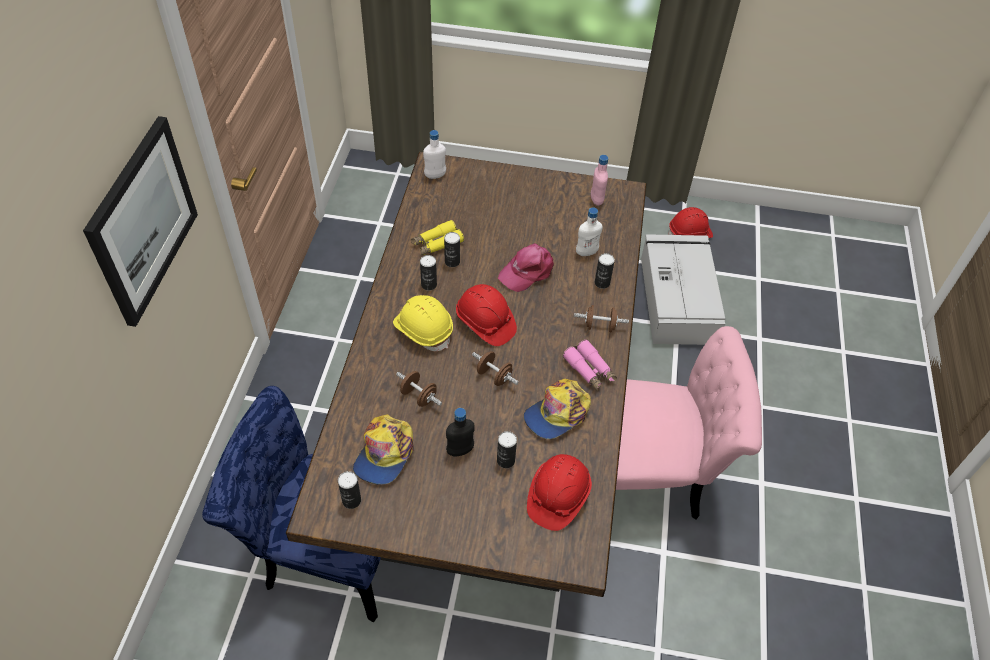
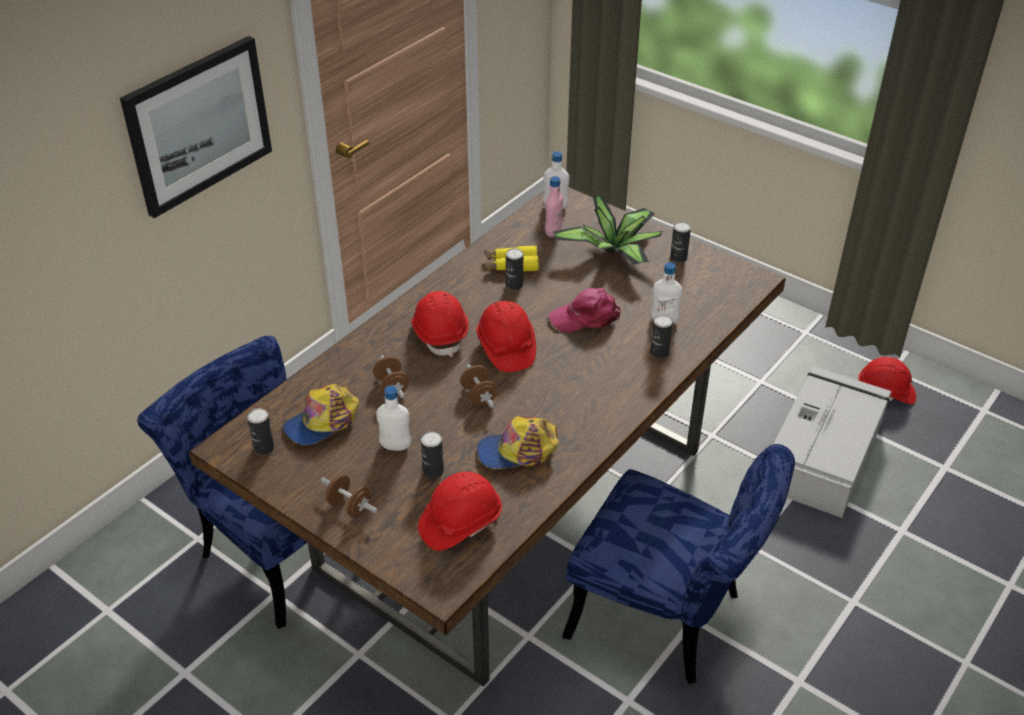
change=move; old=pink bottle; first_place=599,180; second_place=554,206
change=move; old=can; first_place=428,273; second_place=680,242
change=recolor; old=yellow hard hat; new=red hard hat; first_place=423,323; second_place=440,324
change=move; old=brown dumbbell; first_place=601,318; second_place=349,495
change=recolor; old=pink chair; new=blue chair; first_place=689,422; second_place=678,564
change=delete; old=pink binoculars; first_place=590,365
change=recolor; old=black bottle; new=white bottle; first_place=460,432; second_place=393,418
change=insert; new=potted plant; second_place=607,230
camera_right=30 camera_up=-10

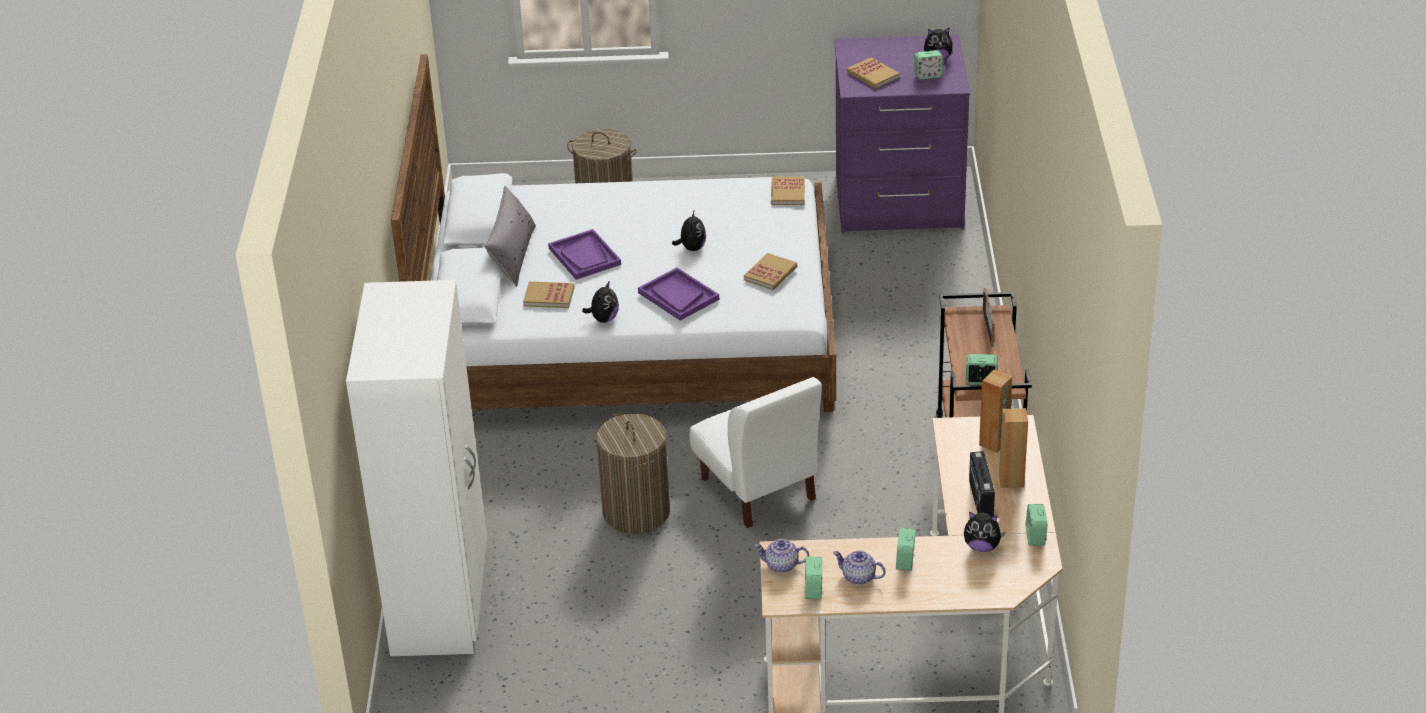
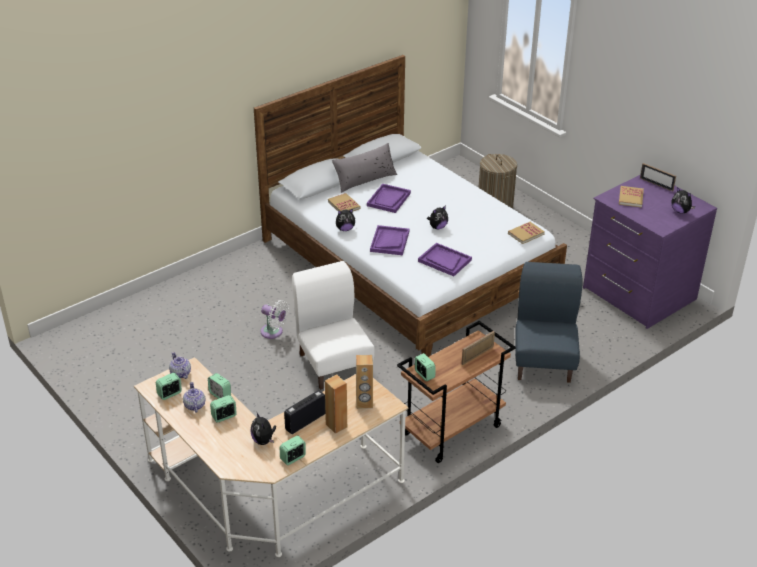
change=move; old=alarm clock; first_place=928,65; second_place=219,386
change=replace; old=book; new=purple tray; first_place=770,271; second_place=445,259
change=delete; old=white wardrobe; first_place=416,468
change=rotate; old=white chair; first_place=755,452; second_place=333,325; degrees=135
change=replace; old=laundry basket; new=white fan; first_place=633,473; second_place=274,319
change=insert; new=picture frame; second_place=658,177
change=insert; new=blue chair; second_place=548,322
camera_right=50 camera_up=0

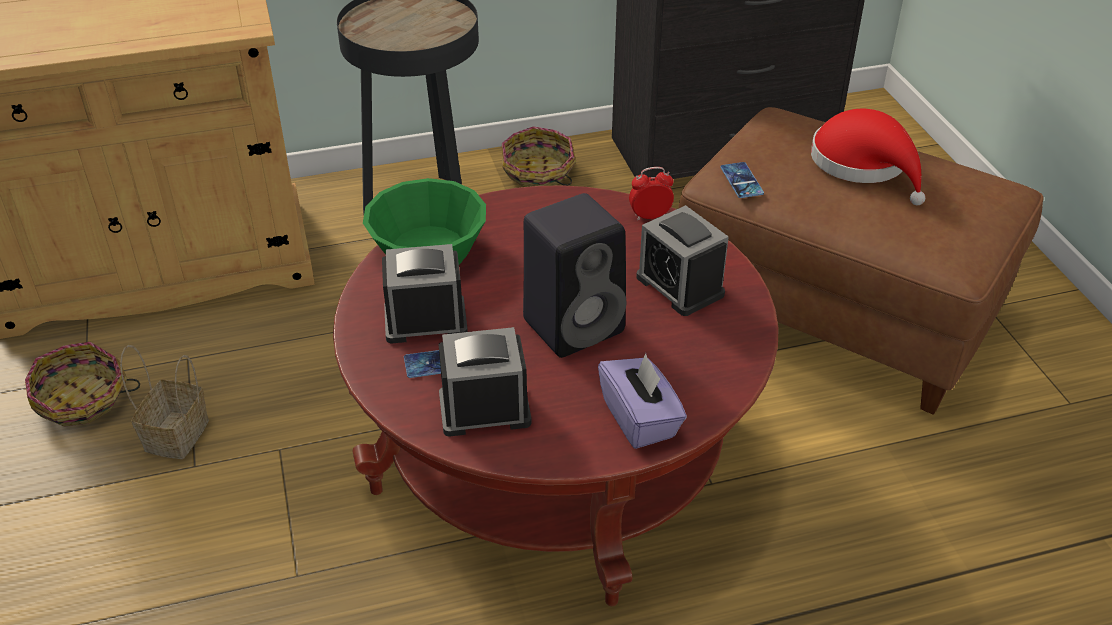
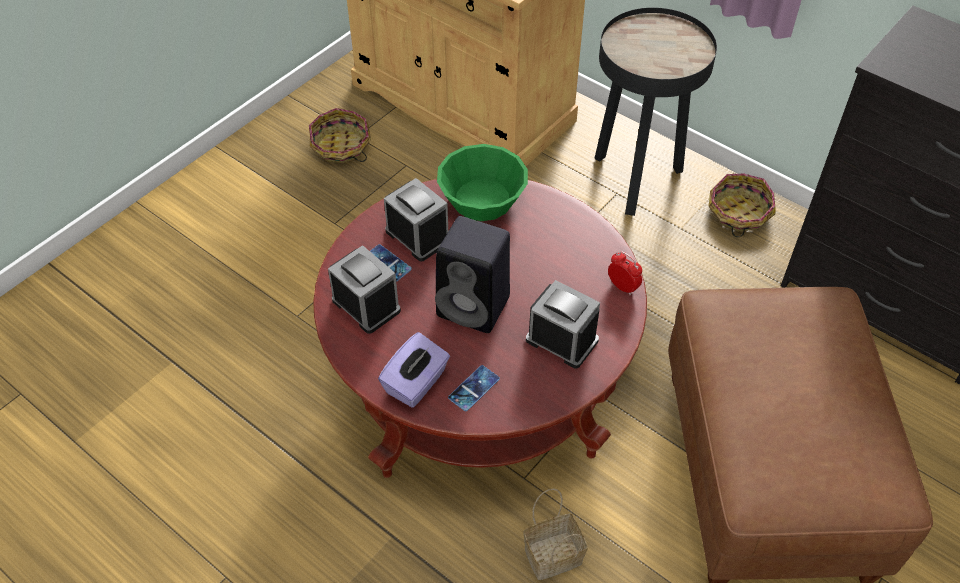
change=delete; old=red hat; first_place=868,157
change=move; old=phone; first_place=742,180; second_place=474,388
change=rotate; old=alarm clock; first_place=682,260; second_place=563,324; degrees=105
change=move; old=basket; first_place=164,402; second_place=555,534
camera_right=55 camera_up=10

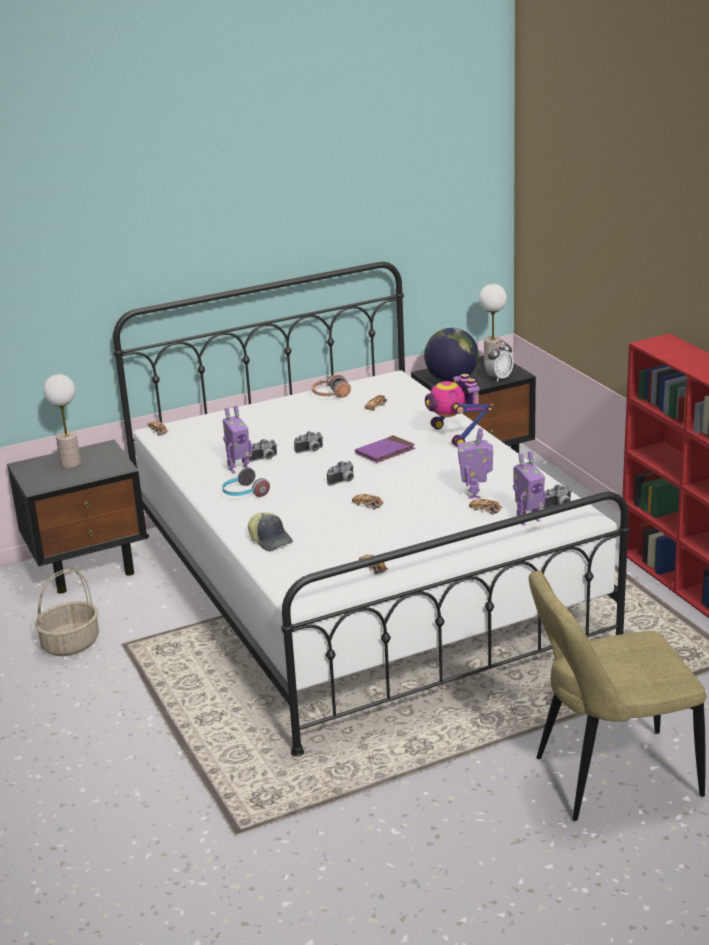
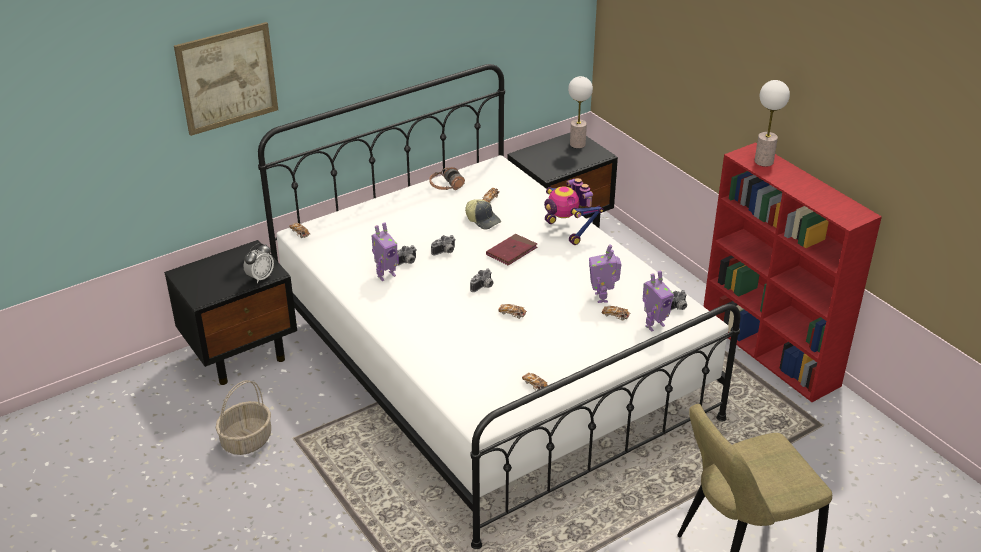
change=delete; old=globe; first_place=451,355
change=move; old=alarm clock; first_place=499,361; second_place=259,263
change=move; old=table lamp; first_place=62,421; second_place=772,123
change=recolor; old=purple book; new=red book; first_place=385,449; second_place=511,249
change=delete; old=headphones; first_place=246,482
change=move; old=cap; first_place=270,531; second_place=483,214
change=insert; new=picture; second_place=226,79
camera_right=-10 camera_up=10

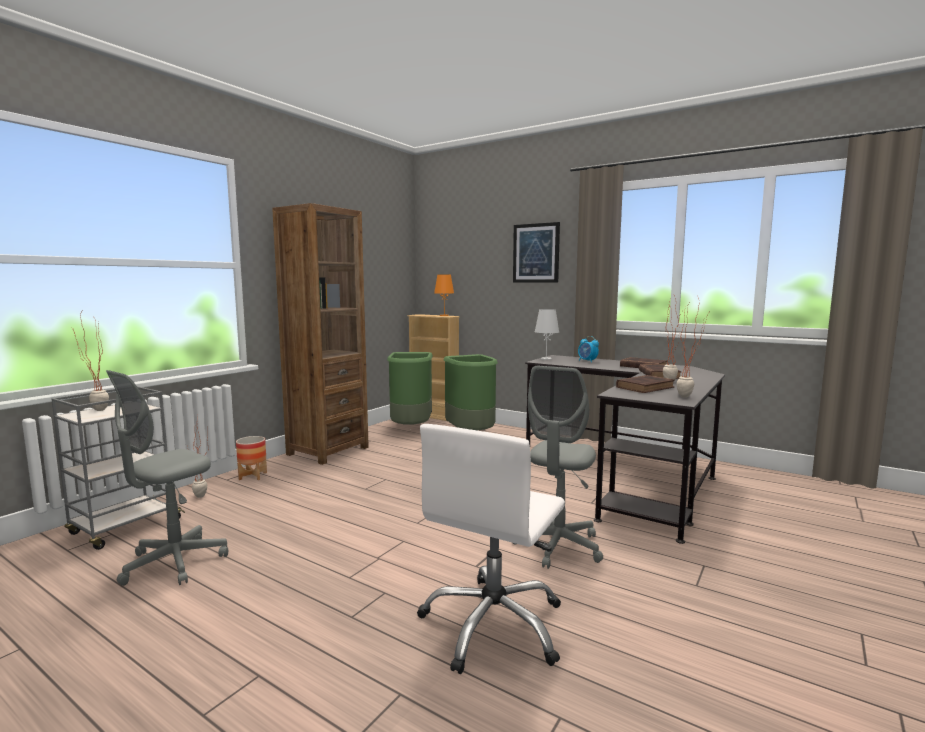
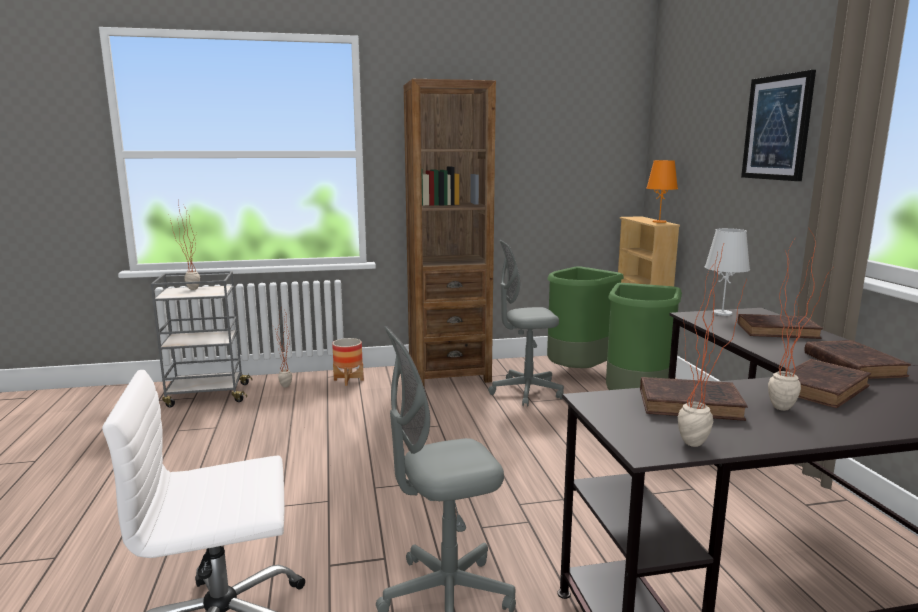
change=replace; old=alarm clock; new=brown book; first_place=588,349; second_place=780,326
change=move; old=grey office chair; first_place=167,478; second_place=526,323
camera_right=45 camera_up=5

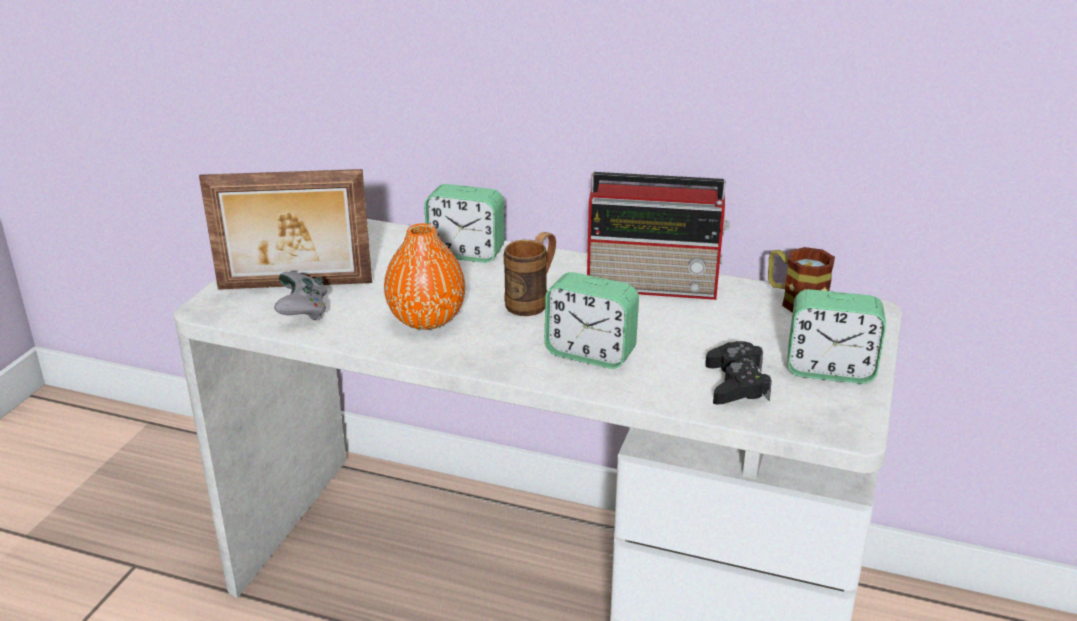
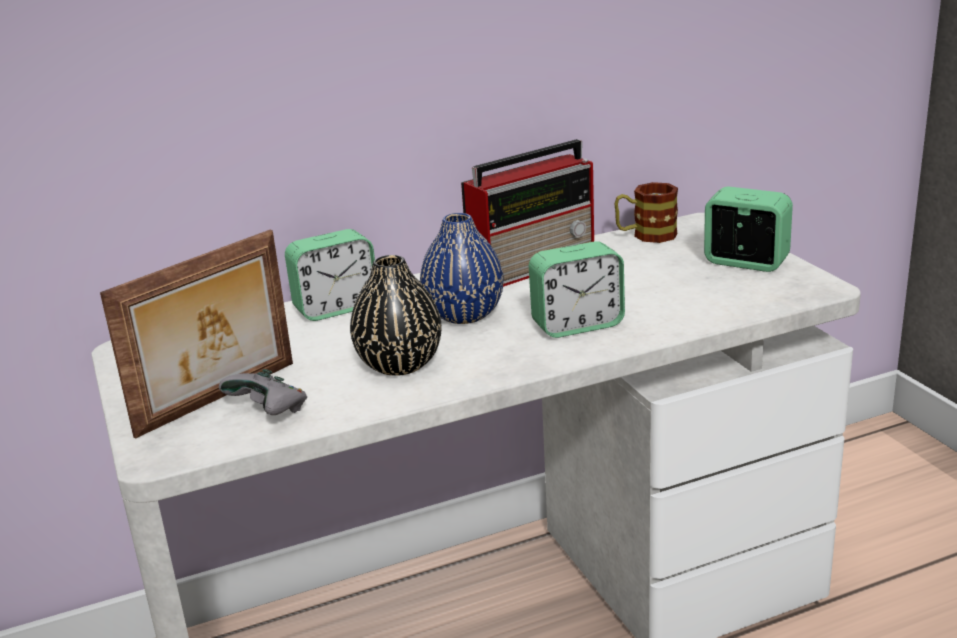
change=recolor; old=orange vase; new=black vase; first_place=424,276; second_place=395,315
change=replace; old=brown mug; new=blue vase; first_place=530,274; second_place=462,268
change=rotate; old=alarm clock; first_place=837,336; second_place=748,229; degrees=-120
change=delete; old=black game controller; first_place=738,372
camera_right=-40 camera_up=-5

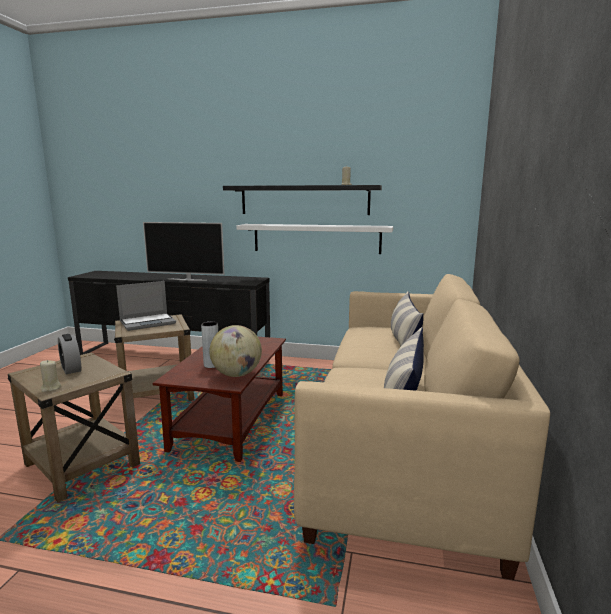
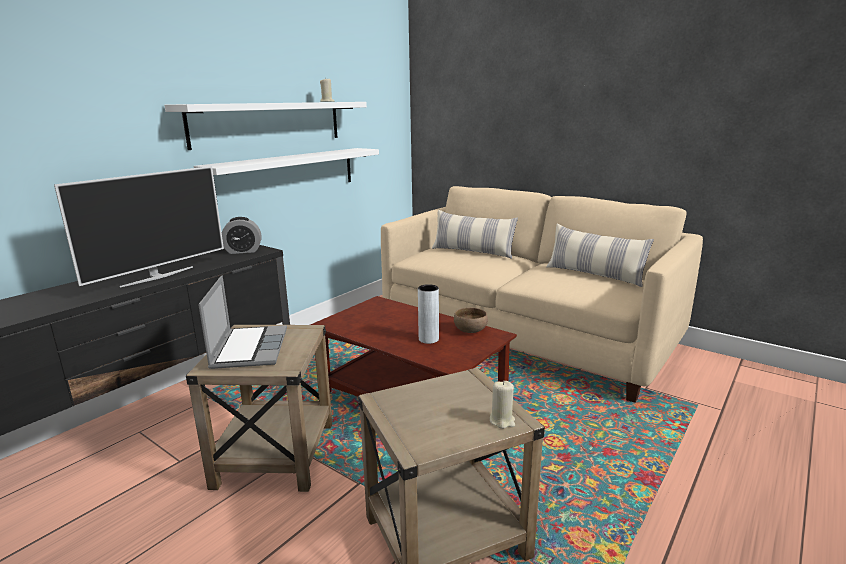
change=recolor; old=black shelf; new=white shelf; first_place=302,200; second_place=265,126
change=replace; old=globe; new=brown bowl; first_place=235,351; second_place=471,320
change=move; old=alarm clock; first_place=69,354; second_place=241,235
camera_right=-65 camera_up=5

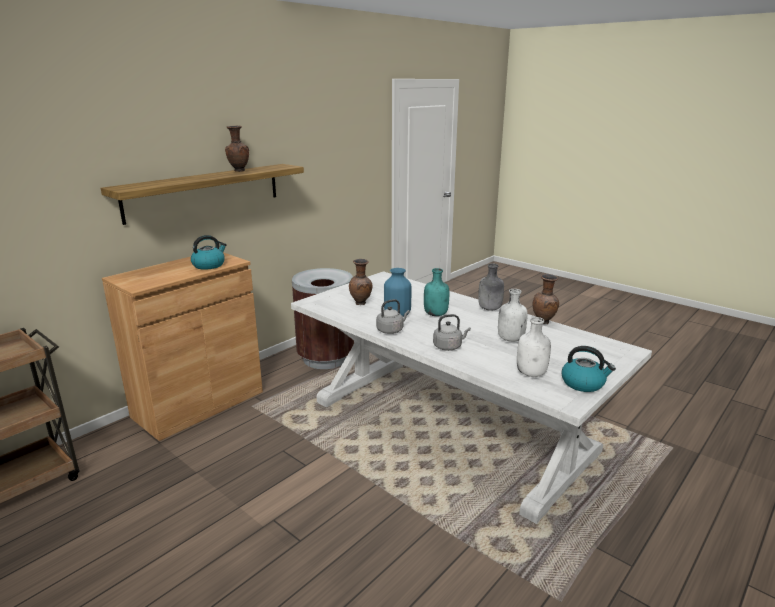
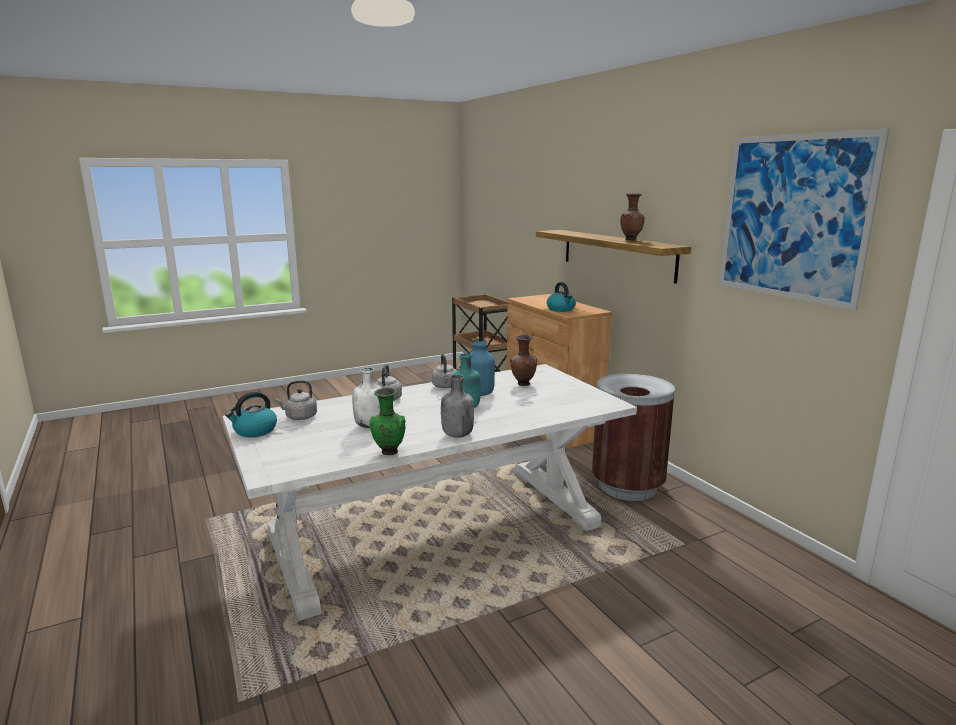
change=recolor; old=brown vase; new=green vase; first_place=546,299; second_place=387,421
change=replace; old=white bottle; new=grey kettle; first_place=534,347; second_place=296,400
change=insert; new=picture; second_place=804,220
camera_right=110 camera_up=-5

